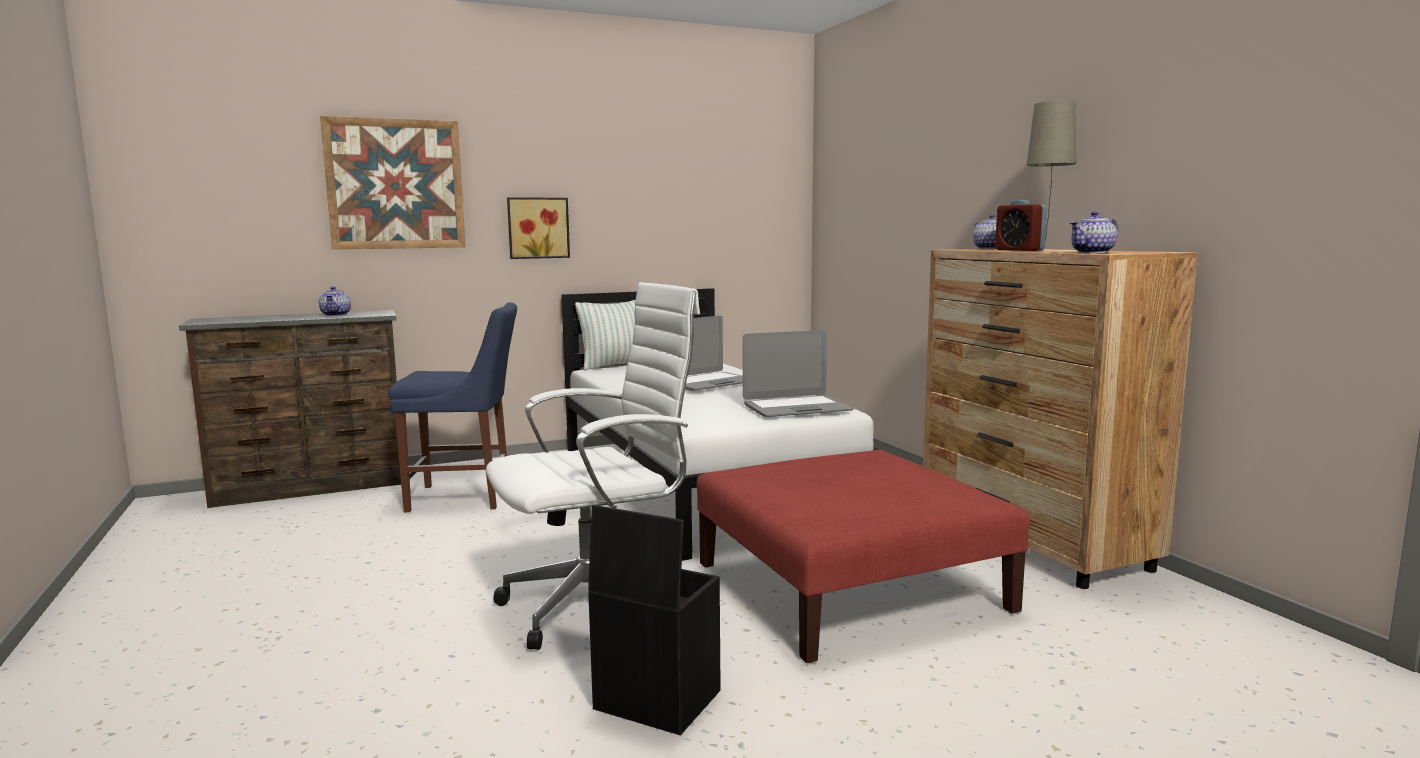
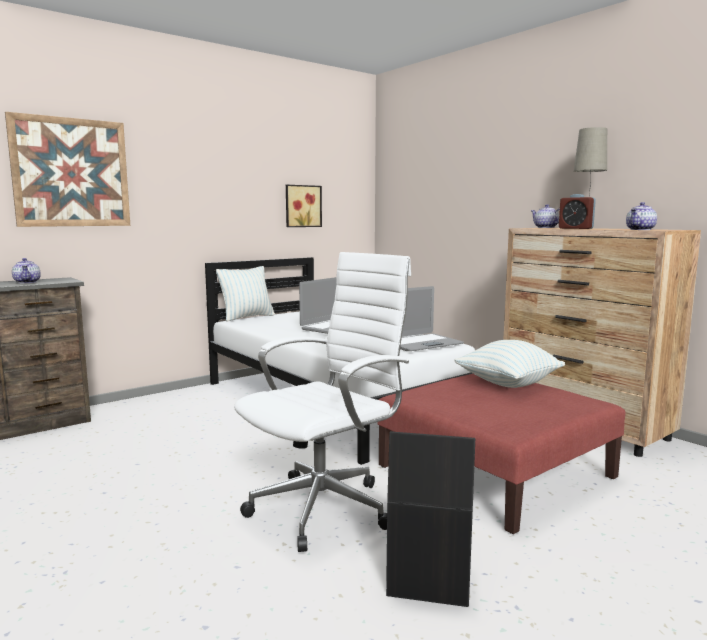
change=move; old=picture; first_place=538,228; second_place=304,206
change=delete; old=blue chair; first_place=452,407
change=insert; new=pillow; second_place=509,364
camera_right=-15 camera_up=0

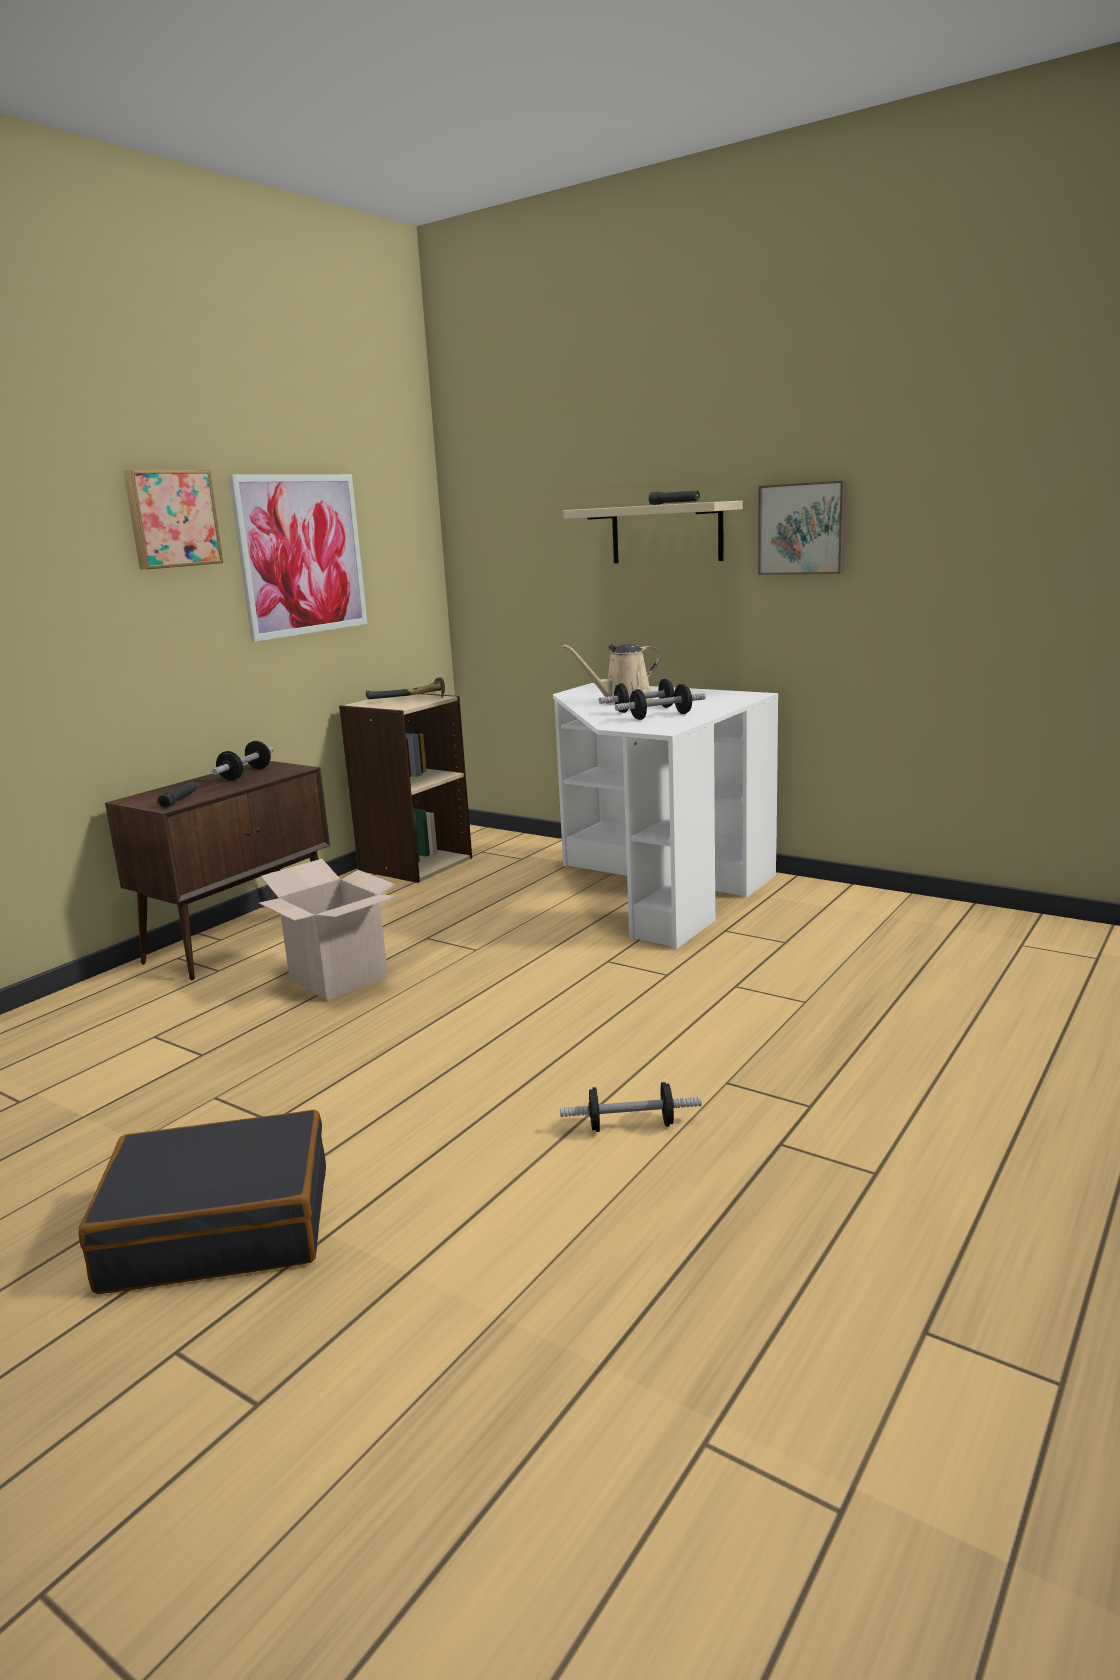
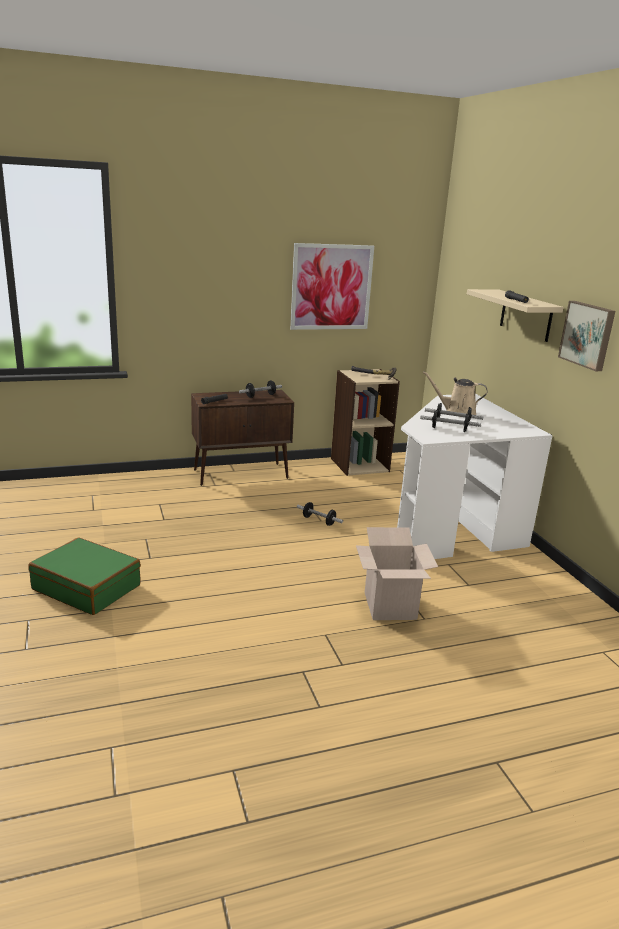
change=delete; old=picture; first_place=173,520
change=move; old=cardboard box; first_place=329,930; second_place=397,573
change=move; old=dumbbell; first_place=631,1107; second_place=320,514
change=recolor; old=black suitcase; new=green suitcase; first_place=202,1202; second_place=84,576
camera_right=35 camera_up=5

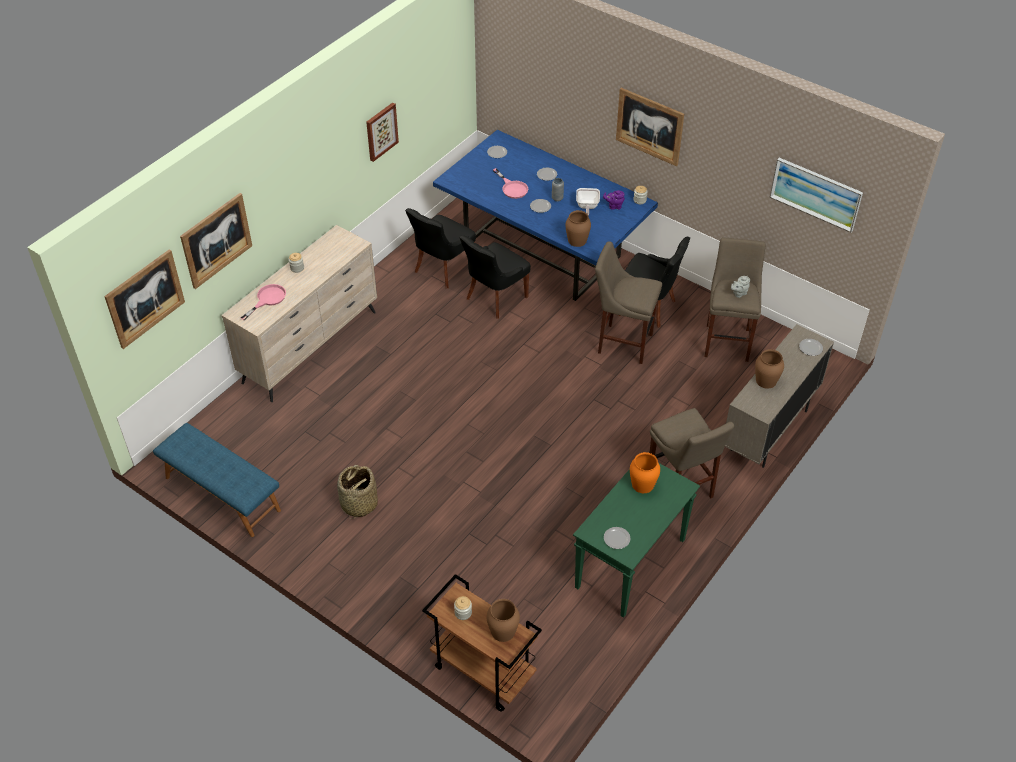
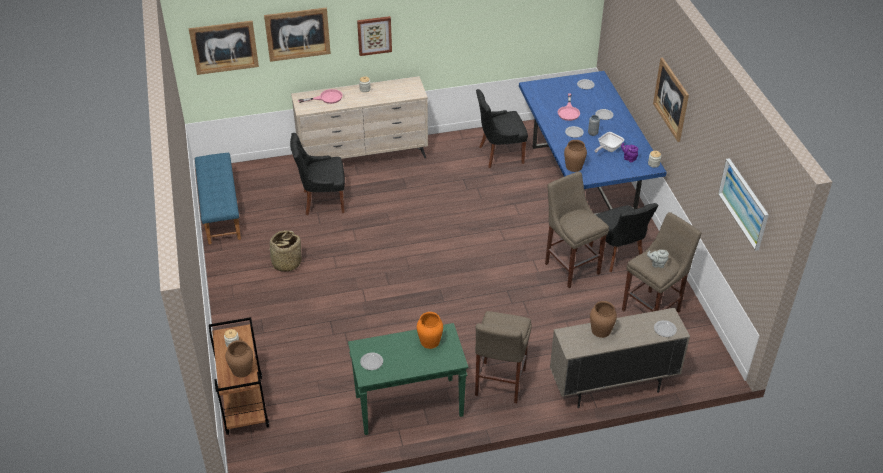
change=move; old=picture; first_place=382,132; second_place=374,36
change=move; old=black chair; first_place=495,277; second_place=317,174
camera_right=40 camera_up=-5

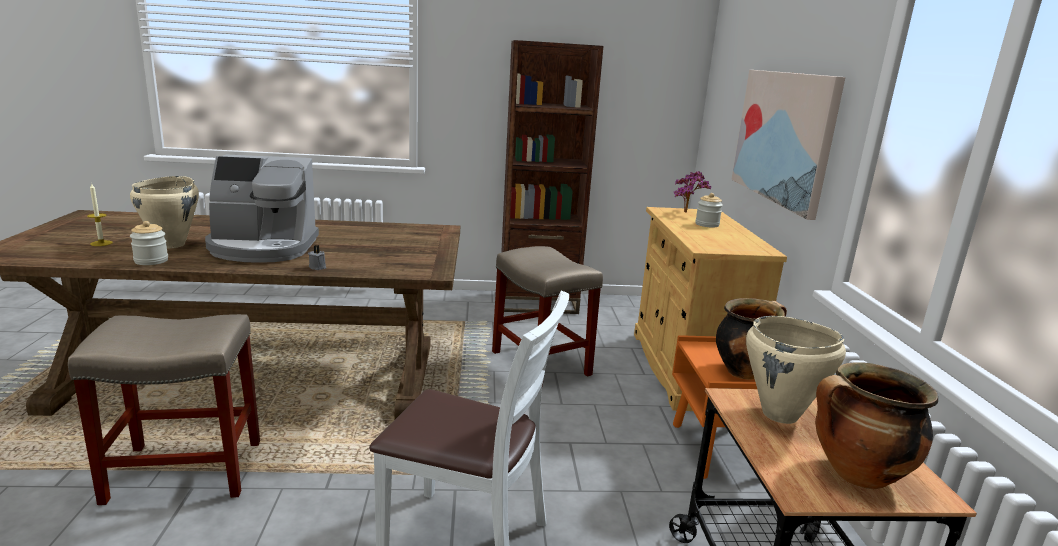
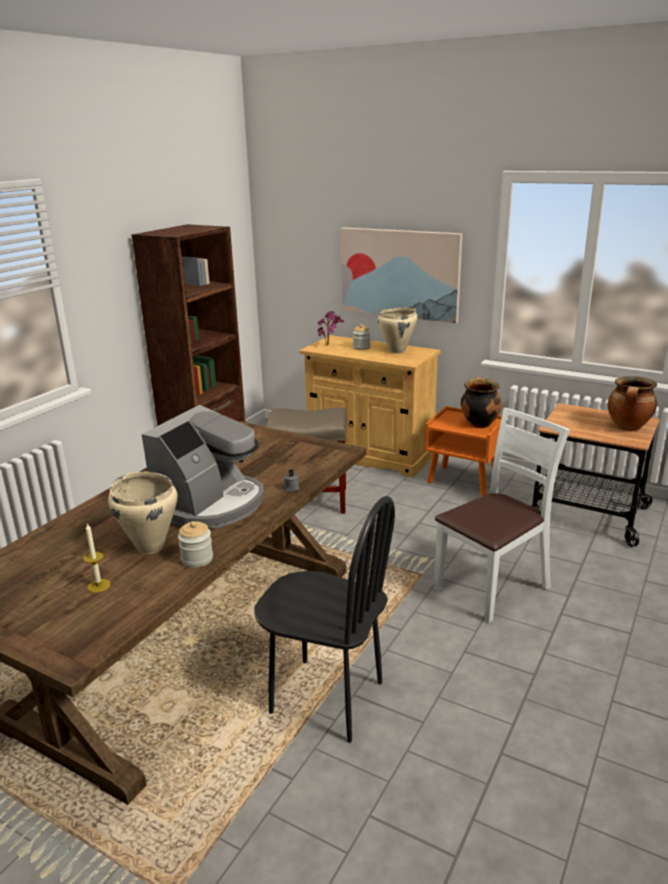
change=replace; old=beige stool; new=black chair; first_place=164,409; second_place=324,619
change=move; old=beige cooking pot; first_place=796,370; second_place=398,331
camera_right=-55 camera_up=5

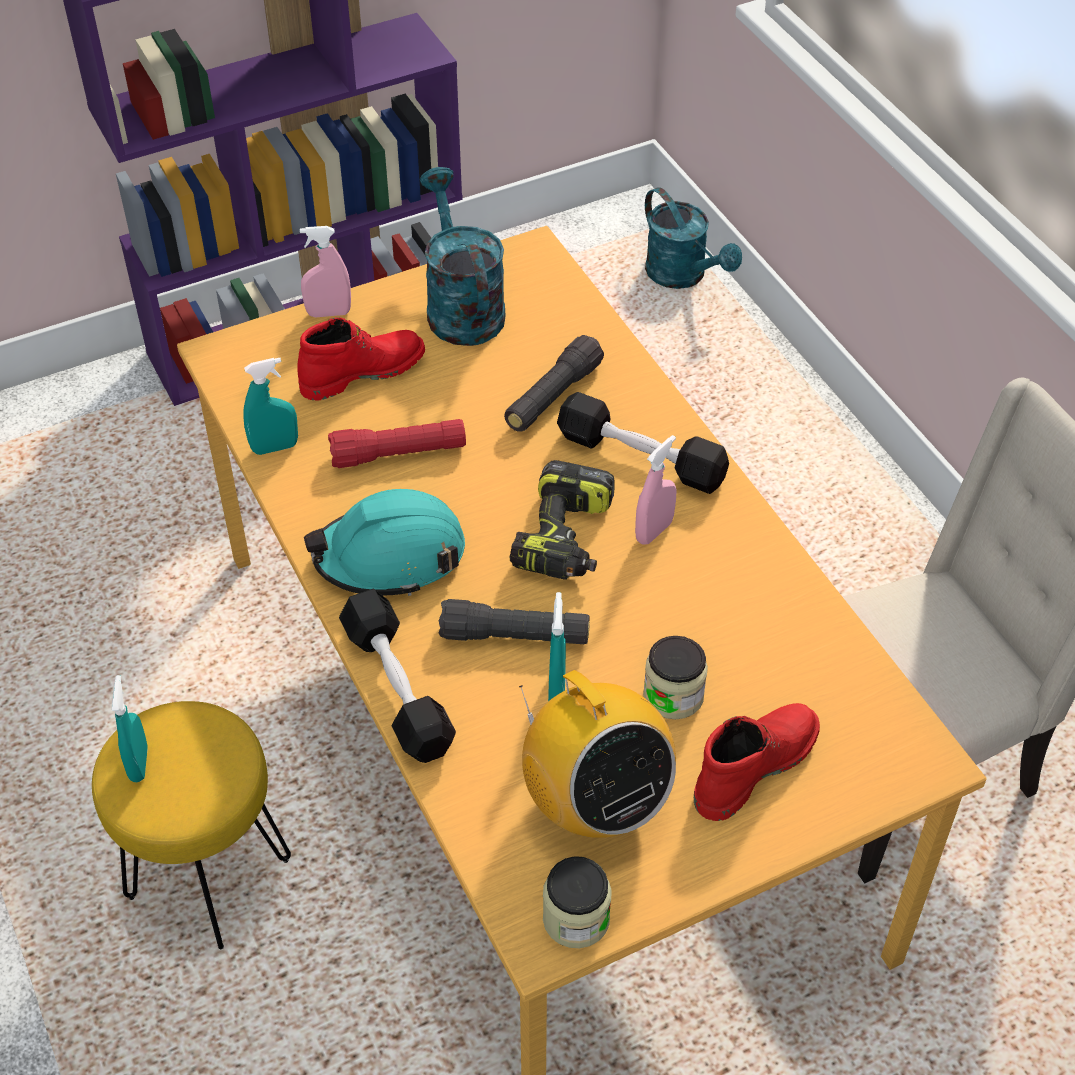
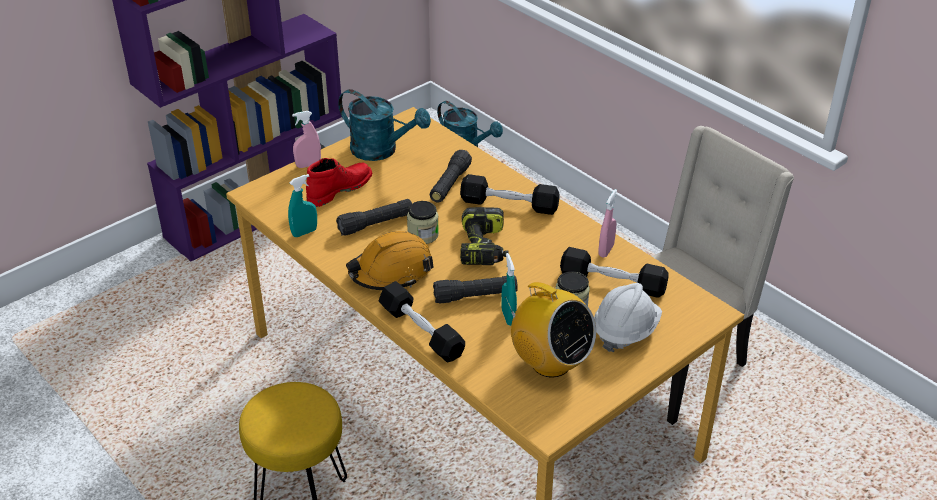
change=rotate; old=turquoise watering can; first_place=463,256; second_place=384,125; degrees=150
change=recolor; old=red flashlight; new=black flashlight; first_place=397,443; second_place=374,217
change=move; old=pink spray bottle; first_place=656,490; second_place=607,223
change=recolor; old=turquoise hard hat; new=orange hard hat; first_place=384,542; second_place=390,260
change=delete; old=turquoise spray bottle; first_place=130,728
change=replace; old=red boot; new=white hard hat; first_place=757,762; second_place=628,317
change=move; old=jar; first_place=577,902; second_place=423,222
change=insert; new=black dumbbell; second_place=614,272
camera_right=-15 camera_up=-10

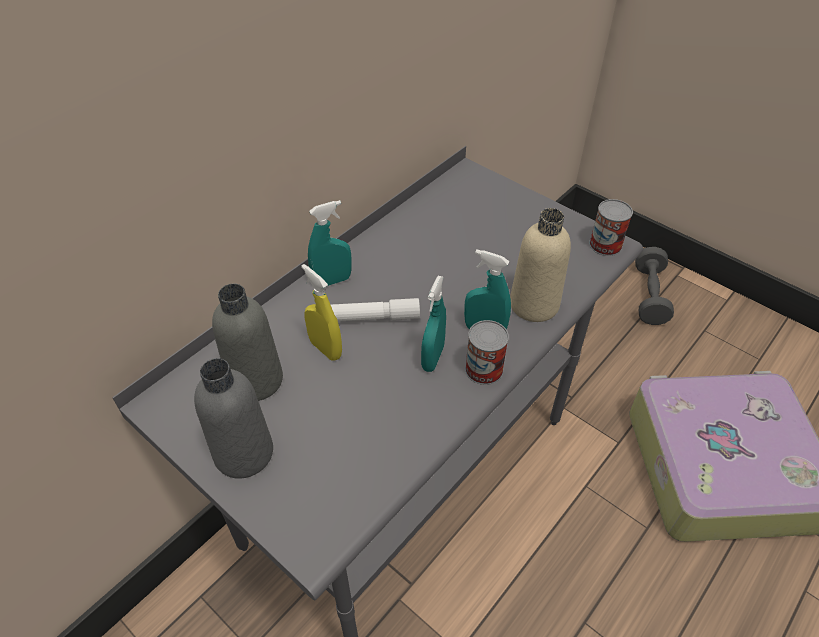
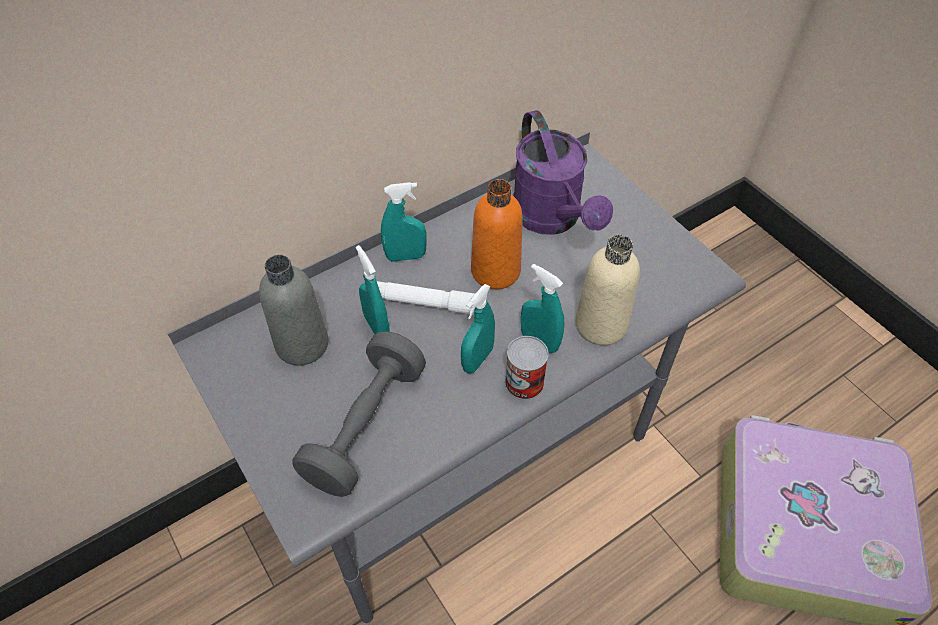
change=delete; old=can; first_place=611,227
change=move; old=grey dumbbell; first_place=654,286; second_place=359,414
change=recolor; old=yellow spray bottle; new=turquoise spray bottle; first_place=321,312; second_place=373,290
change=delete; old=grey bottle; first_place=233,418
change=insert; new=purple watering can; second_place=563,172
change=insert; new=orange bottle; second_place=497,234
camera_right=15 camera_up=5

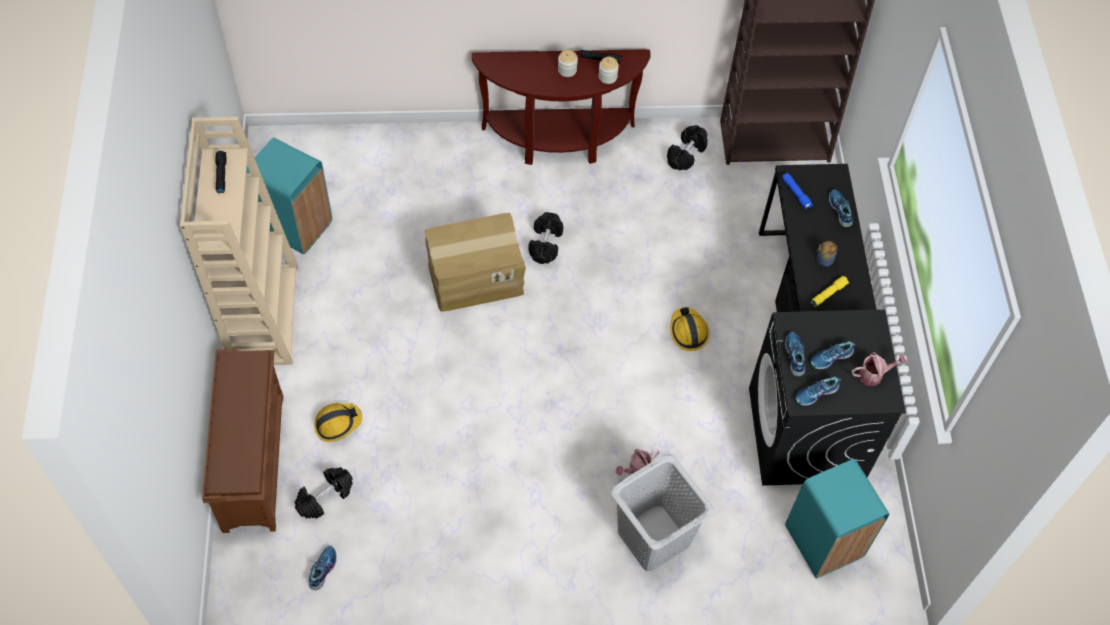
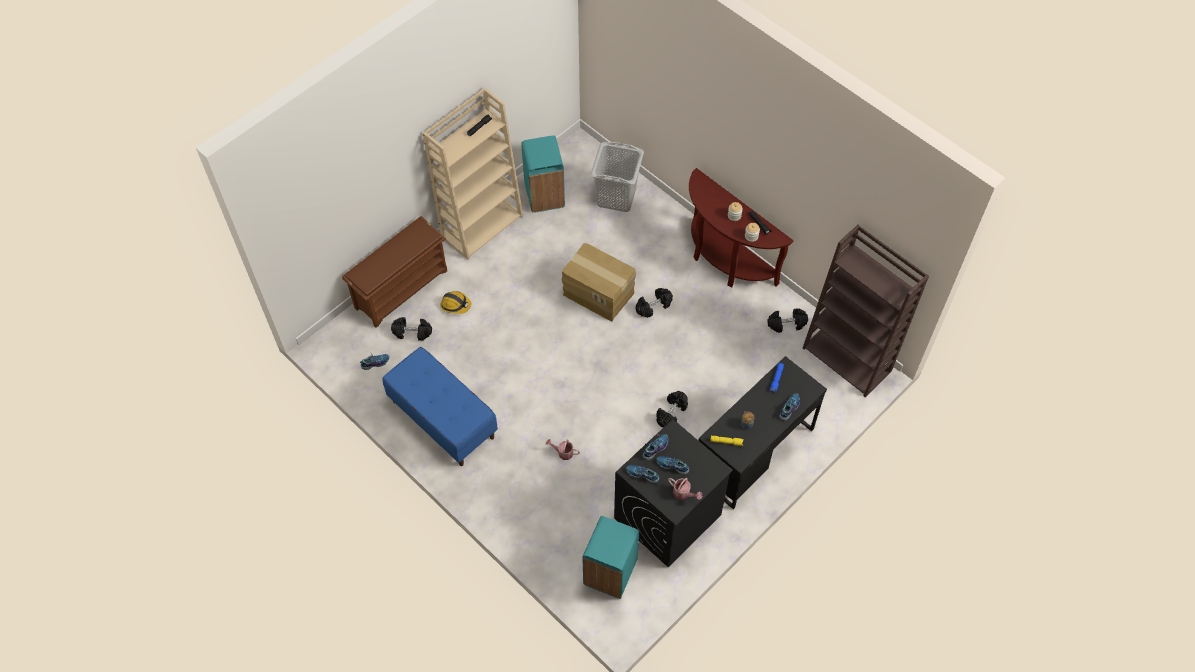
change=replace; old=hard hat; new=black dumbbell; first_place=689,329; second_place=672,409
change=move; old=grey laundry basket; first_place=663,512; second_place=617,177
change=insert; new=blue bench; second_place=440,406
camera_right=50 camera_up=0

